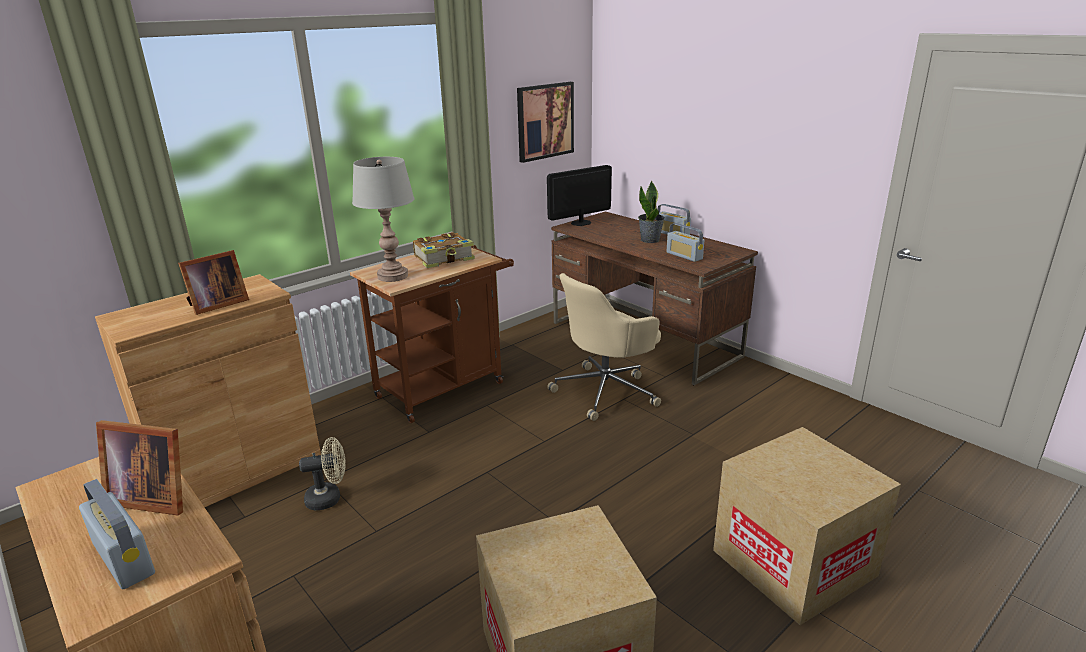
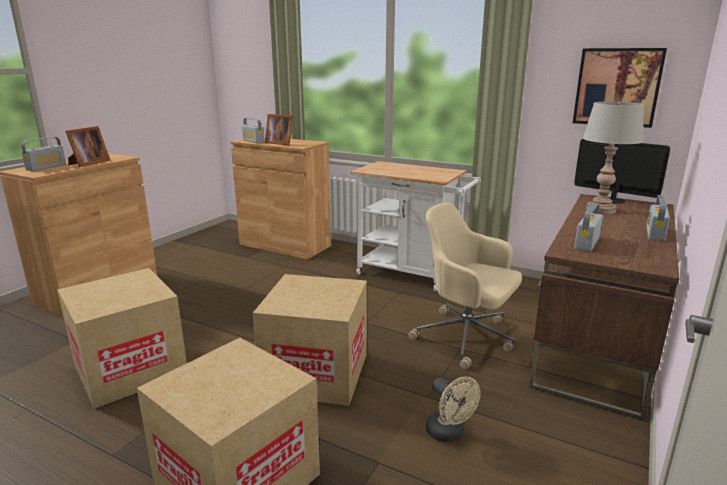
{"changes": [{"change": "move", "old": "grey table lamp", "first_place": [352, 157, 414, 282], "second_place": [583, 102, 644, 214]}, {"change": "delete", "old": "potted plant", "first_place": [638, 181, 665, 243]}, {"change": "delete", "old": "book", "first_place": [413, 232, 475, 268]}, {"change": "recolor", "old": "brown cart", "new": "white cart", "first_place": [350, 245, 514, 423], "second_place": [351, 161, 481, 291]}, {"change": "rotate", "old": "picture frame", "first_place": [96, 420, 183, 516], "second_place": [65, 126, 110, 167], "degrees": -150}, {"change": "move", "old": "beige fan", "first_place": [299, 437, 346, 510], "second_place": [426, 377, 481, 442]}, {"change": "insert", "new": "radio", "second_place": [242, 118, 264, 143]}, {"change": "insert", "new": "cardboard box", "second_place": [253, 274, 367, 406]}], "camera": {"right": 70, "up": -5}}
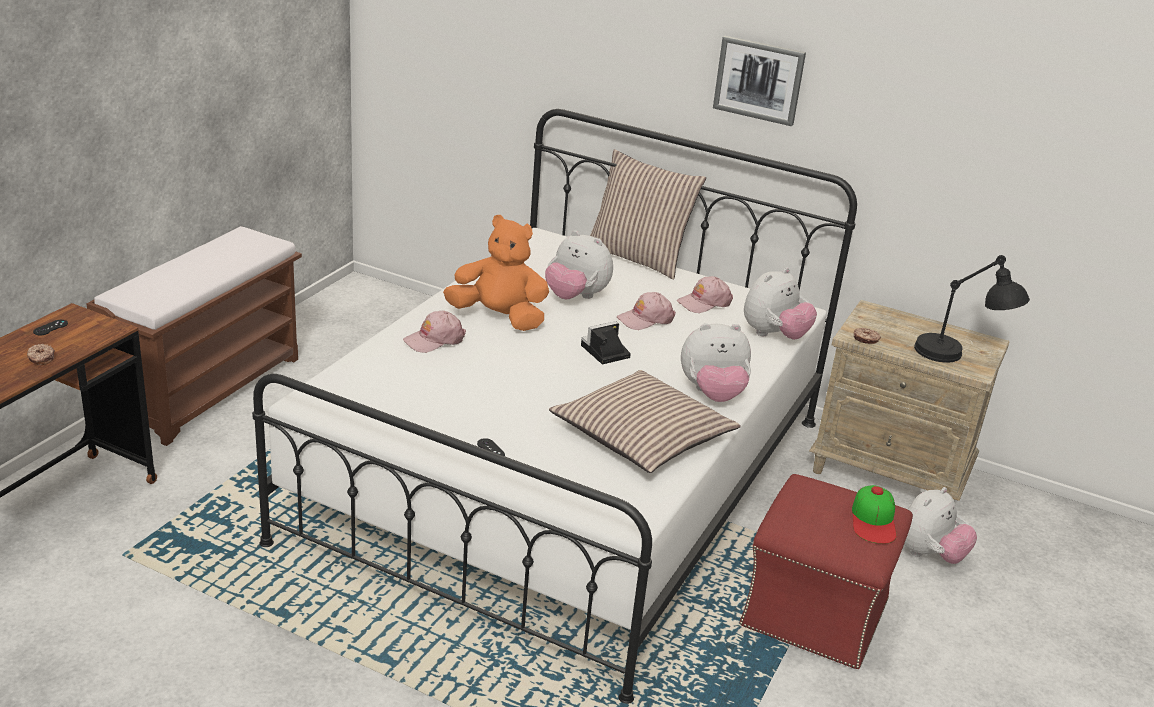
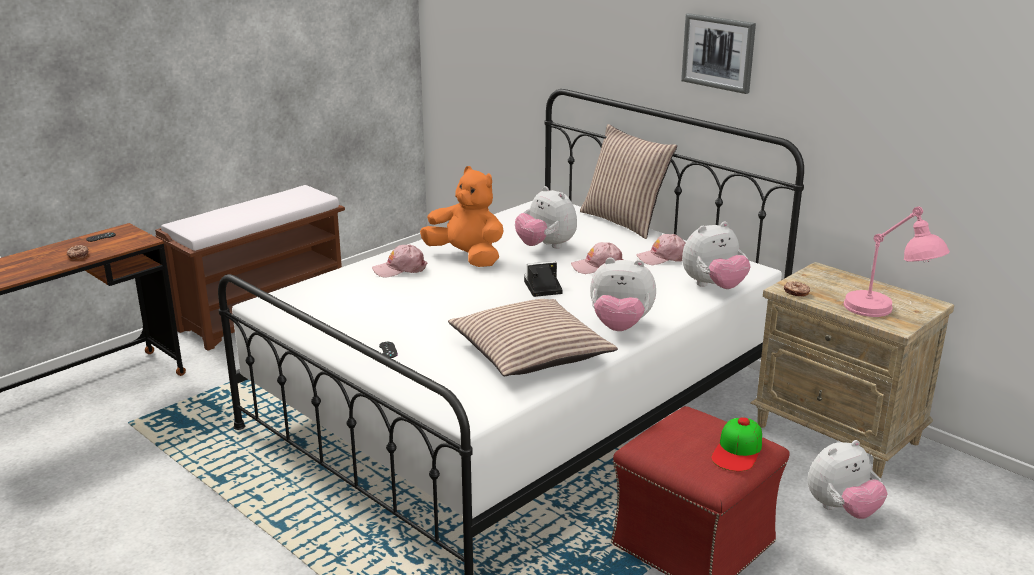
{"changes": [{"change": "recolor", "old": "black table lamp", "new": "pink table lamp", "first_place": [914, 255, 1030, 362], "second_place": [844, 206, 950, 317]}], "camera": {"right": 20, "up": -5}}
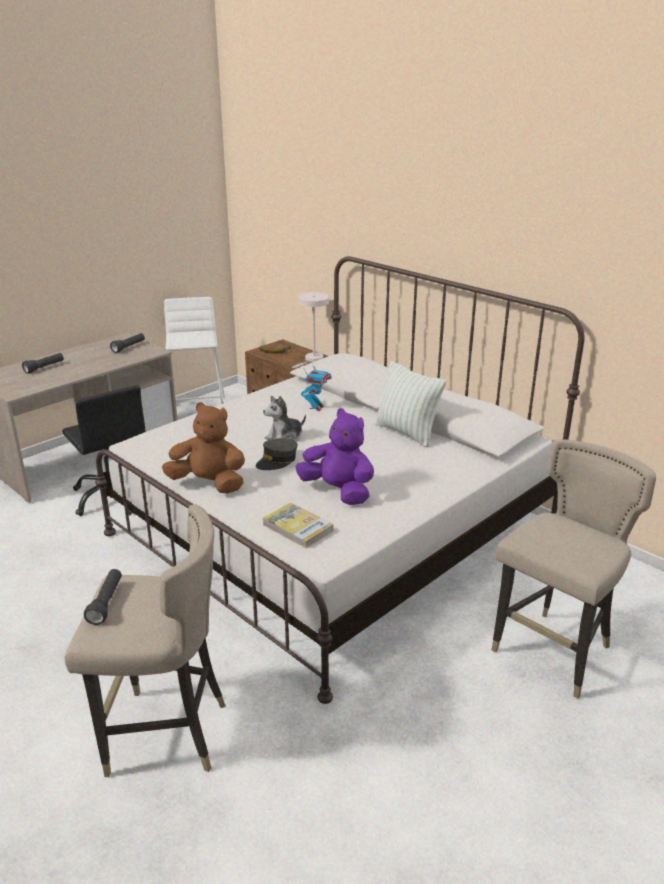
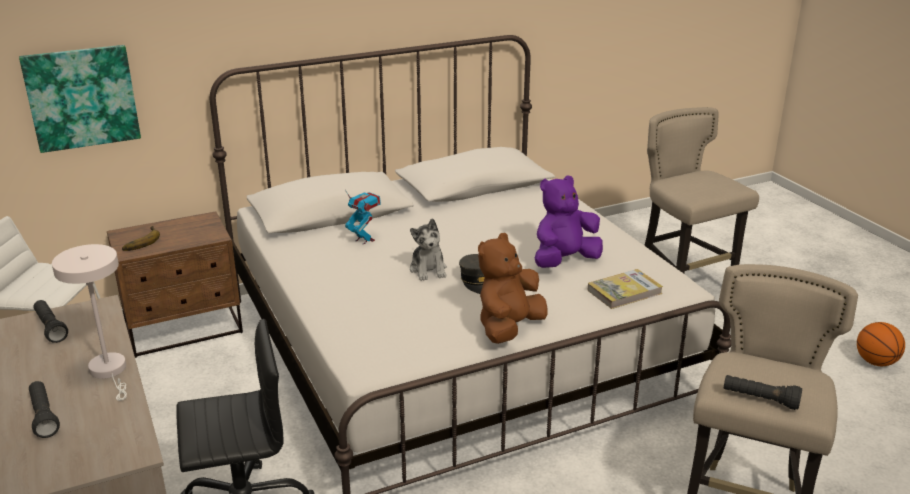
{"changes": [{"change": "move", "old": "white table lamp", "first_place": [292, 292, 329, 368], "second_place": [52, 244, 127, 401]}, {"change": "delete", "old": "pillow", "first_place": [374, 361, 446, 447]}, {"change": "insert", "new": "picture", "second_place": [19, 45, 141, 153]}, {"change": "insert", "new": "basketball", "second_place": [857, 322, 905, 366]}], "camera": {"right": -70, "up": 0}}
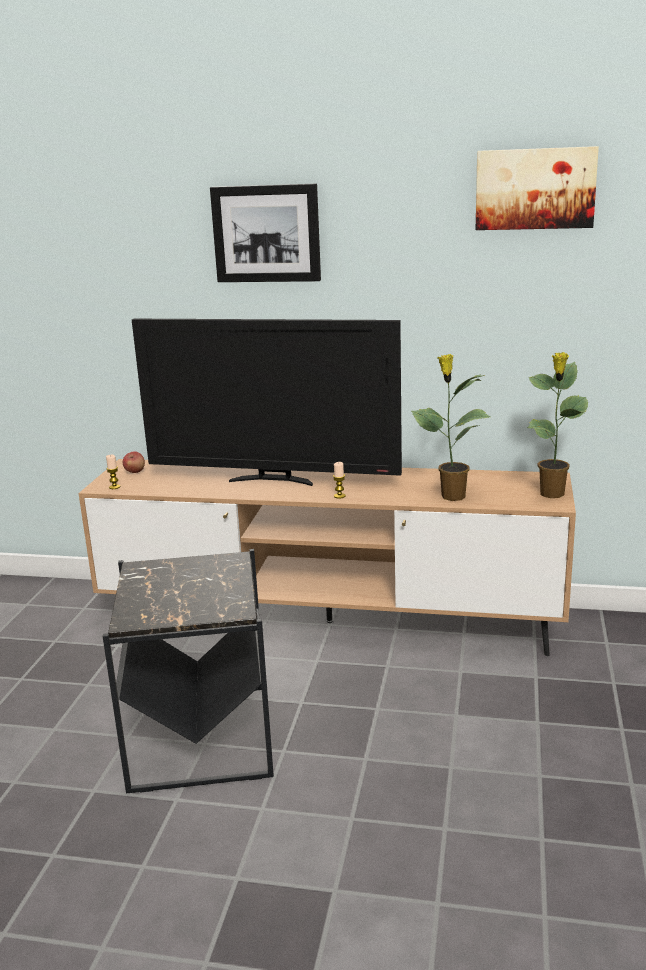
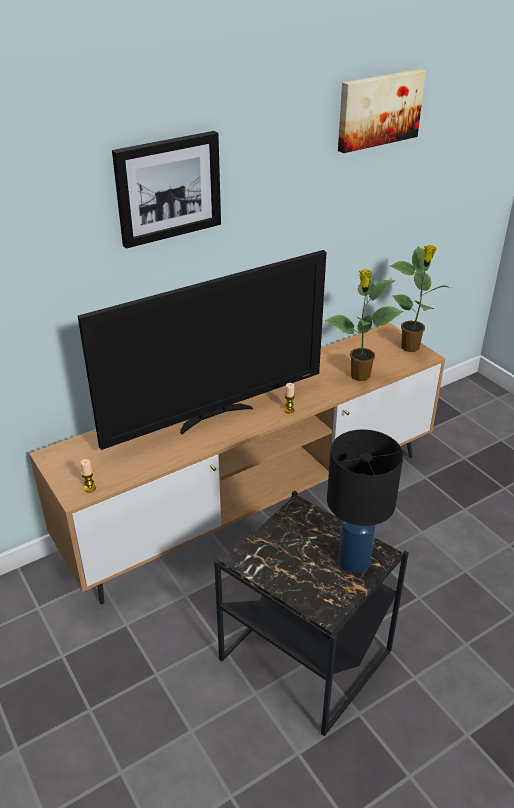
{"changes": [{"change": "delete", "old": "apple", "first_place": [123, 451, 145, 473]}, {"change": "insert", "new": "black table lamp", "second_place": [327, 429, 403, 573]}], "camera": {"right": -45, "up": 15}}
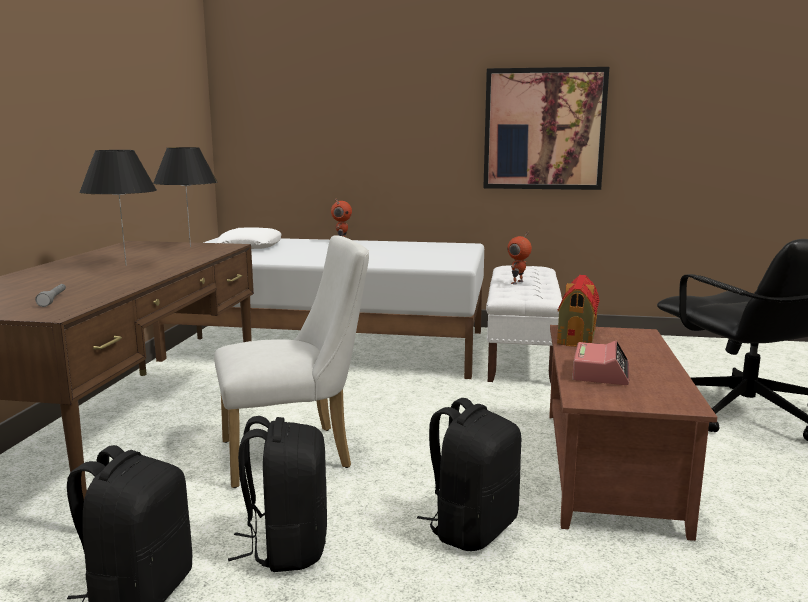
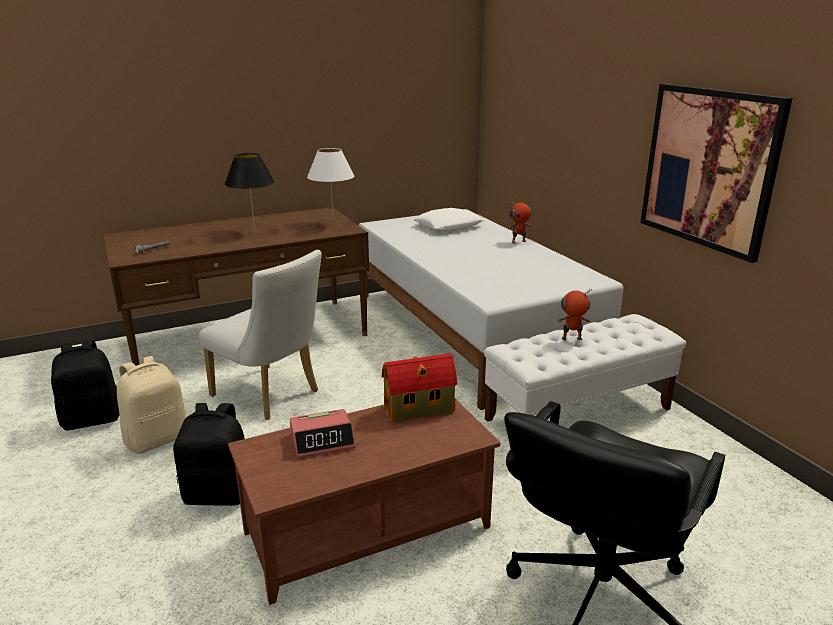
{"changes": [{"change": "recolor", "old": "black table lamp", "new": "white table lamp", "first_place": [153, 147, 217, 247], "second_place": [307, 148, 354, 224]}, {"change": "recolor", "old": "black backpack", "new": "beige backpack", "first_place": [228, 416, 327, 572], "second_place": [117, 356, 186, 454]}], "camera": {"right": 55, "up": 10}}
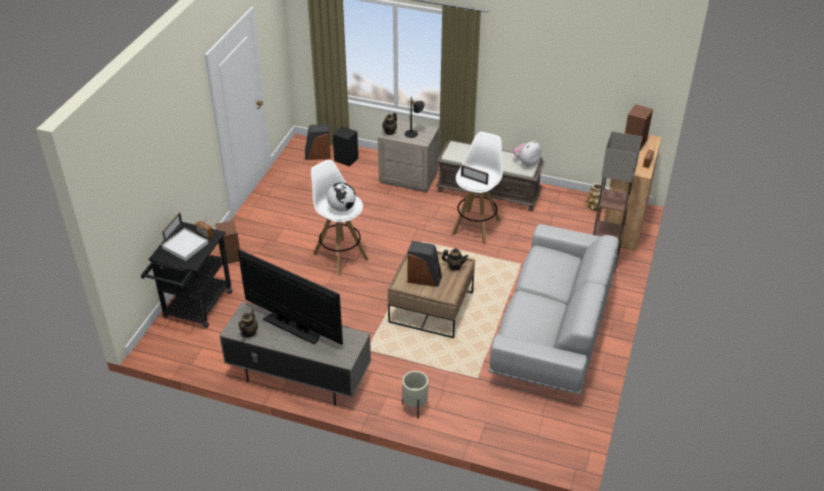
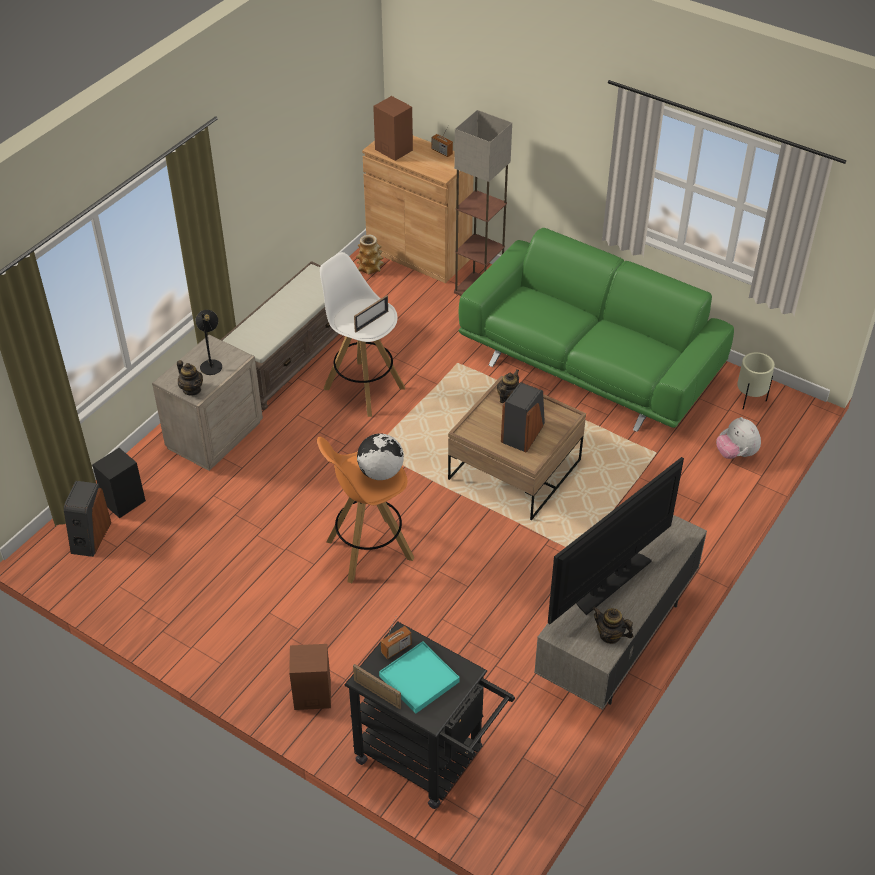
{"changes": [{"change": "move", "old": "plush toy", "first_place": [513, 140, 541, 167], "second_place": [716, 417, 761, 459]}, {"change": "recolor", "old": "white stool", "new": "orange stool", "first_place": [311, 160, 369, 276], "second_place": [317, 437, 415, 583]}, {"change": "recolor", "old": "grey sofa", "new": "green sofa", "first_place": [488, 224, 619, 395], "second_place": [459, 228, 734, 432]}, {"change": "recolor", "old": "white tray", "new": "turquoise tray", "first_place": [161, 228, 209, 261], "second_place": [379, 641, 460, 714]}, {"change": "move", "old": "beige planter", "first_place": [402, 371, 428, 419], "second_place": [737, 352, 775, 410]}], "camera": {"right": -75, "up": 5}}
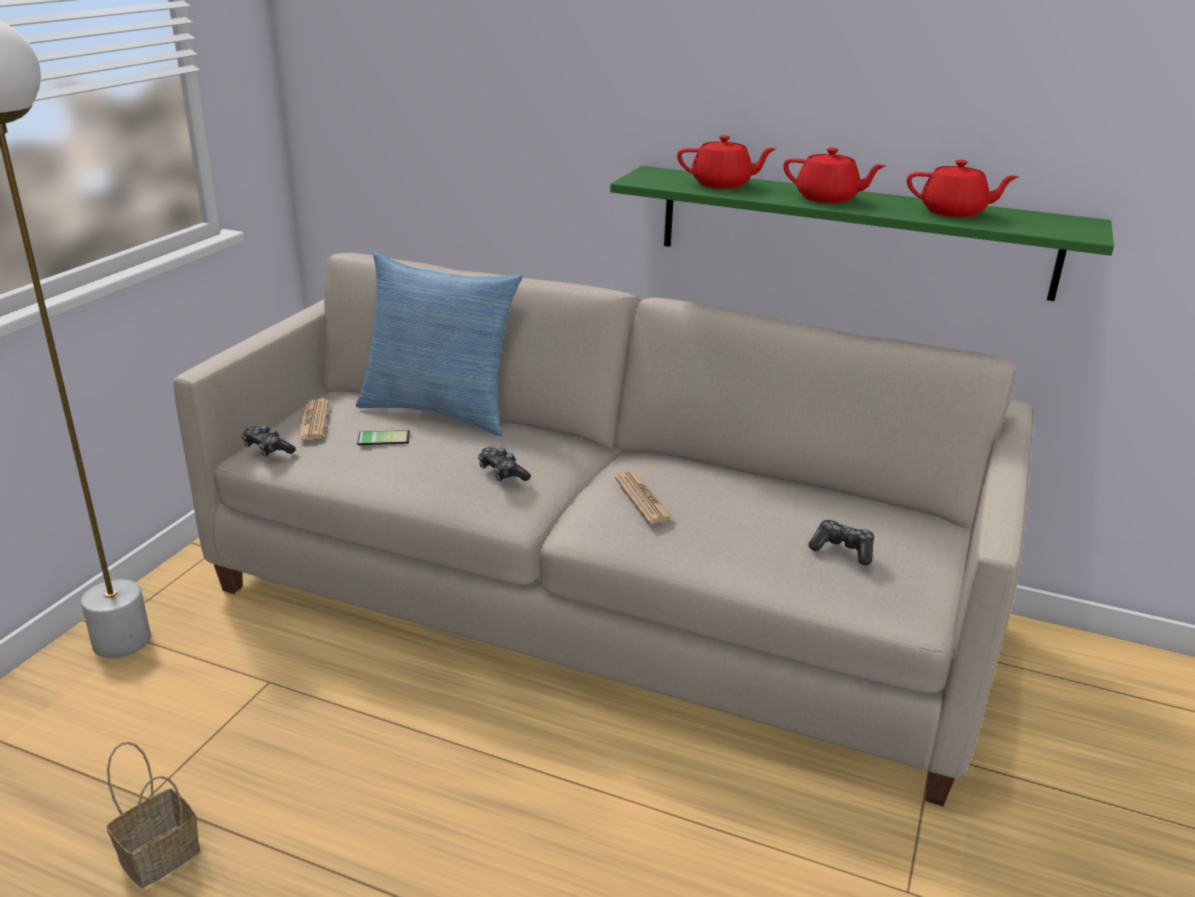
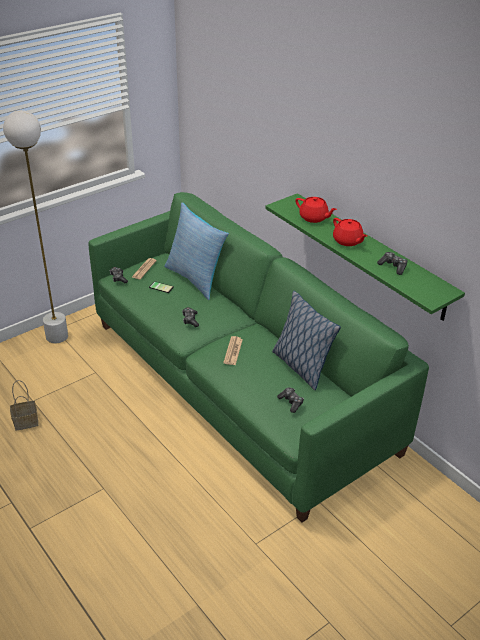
{"changes": [{"change": "replace", "old": "red teapot", "new": "game controller", "first_place": [907, 160, 1020, 217], "second_place": [377, 252, 408, 275]}, {"change": "recolor", "old": "beige sofa", "new": "green sofa", "first_place": [173, 253, 1034, 806], "second_place": [88, 192, 429, 523]}, {"change": "insert", "new": "pillow", "second_place": [272, 291, 341, 390]}], "camera": {"right": 30, "up": 10}}
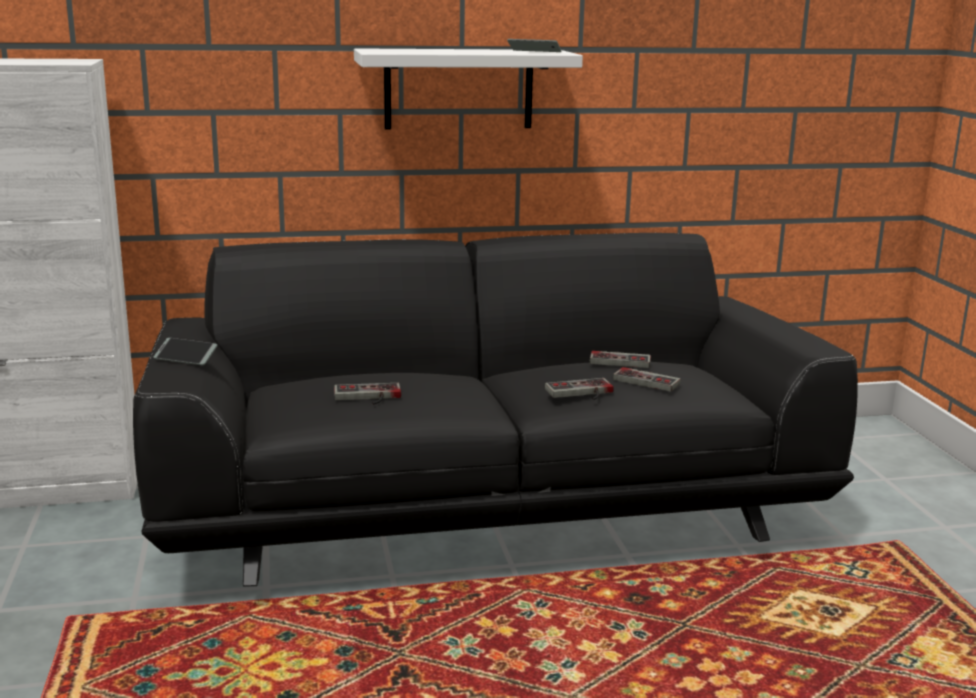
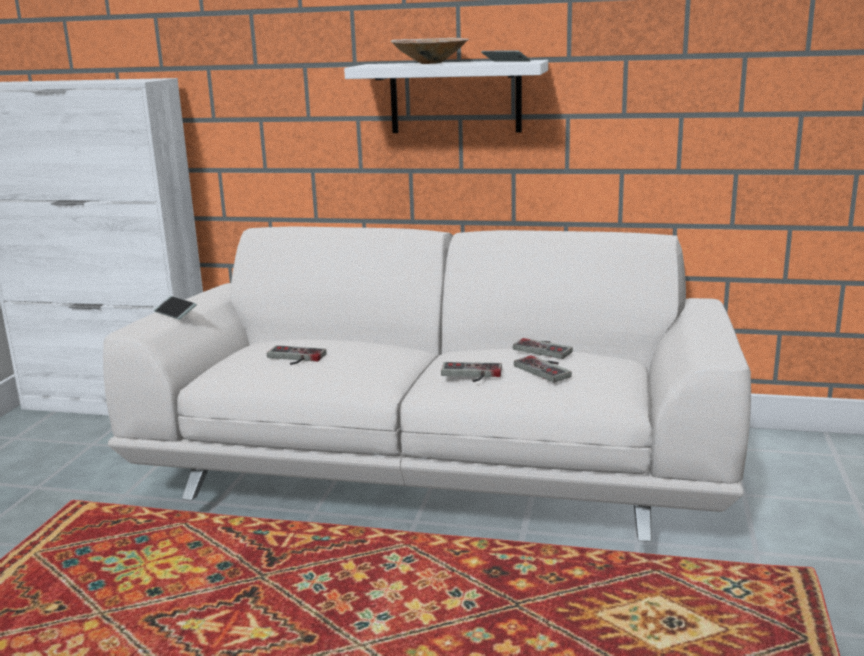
{"changes": [{"change": "recolor", "old": "black sofa", "new": "white sofa", "first_place": [133, 233, 858, 587], "second_place": [103, 227, 751, 542]}, {"change": "insert", "new": "beige bowl", "second_place": [391, 38, 469, 64]}], "camera": {"right": 25, "up": 0}}
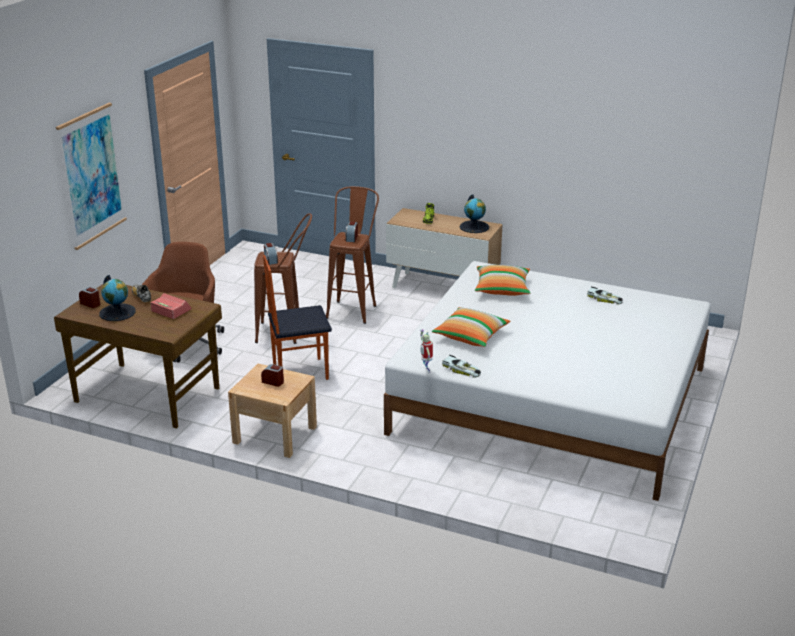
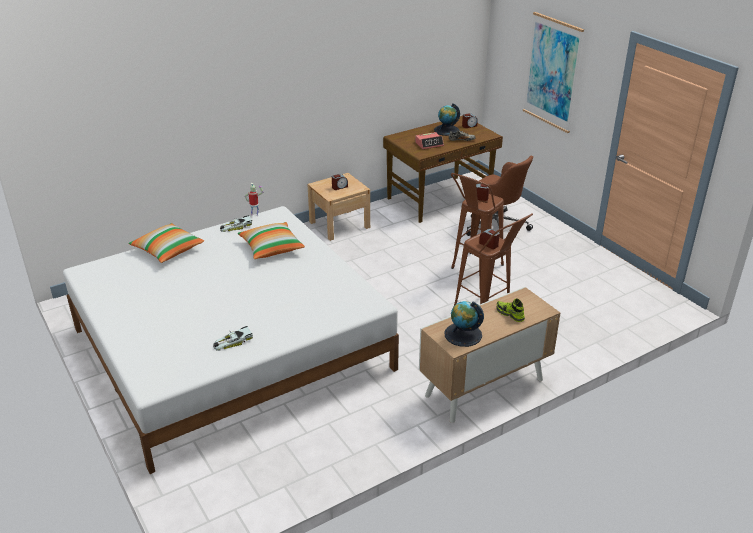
{"changes": [{"change": "delete", "old": "chair", "first_place": [263, 255, 332, 380]}, {"change": "move", "old": "pillow", "first_place": [475, 265, 530, 296], "second_place": [128, 223, 204, 263]}], "camera": {"right": 125, "up": 5}}
